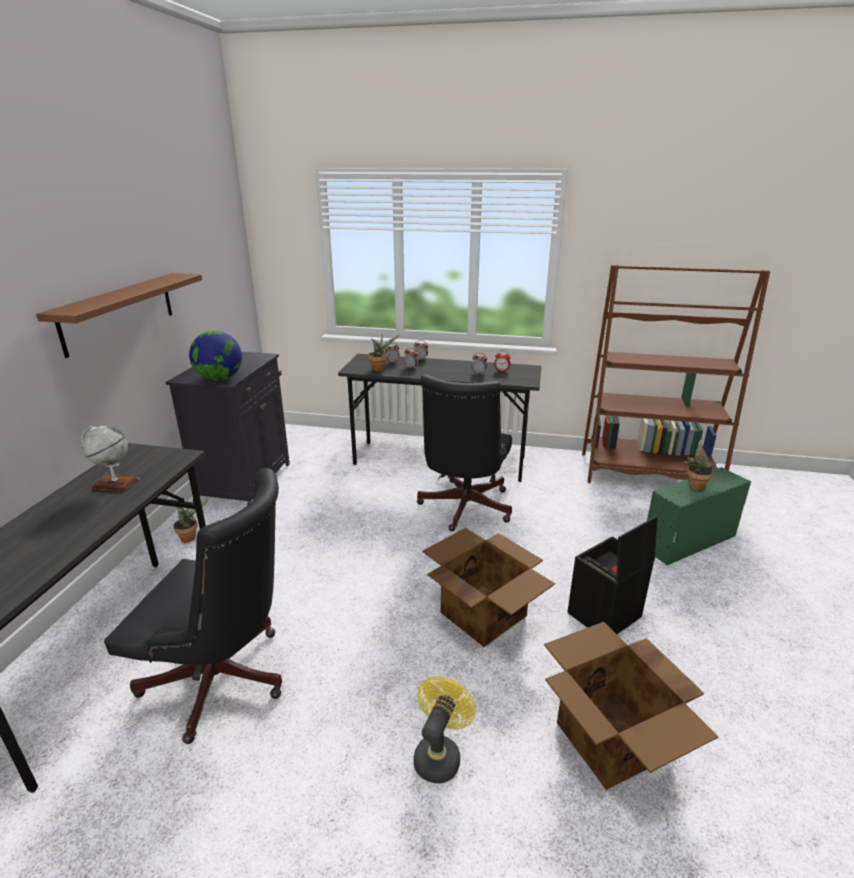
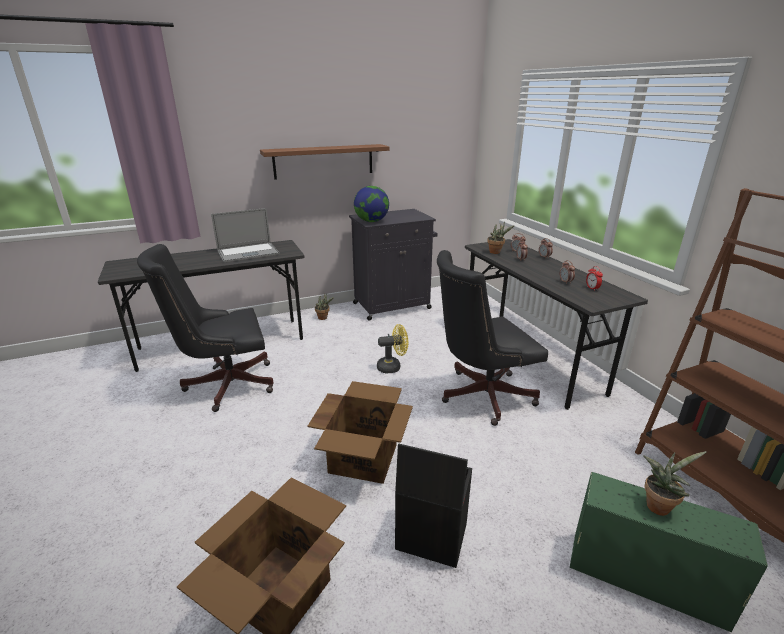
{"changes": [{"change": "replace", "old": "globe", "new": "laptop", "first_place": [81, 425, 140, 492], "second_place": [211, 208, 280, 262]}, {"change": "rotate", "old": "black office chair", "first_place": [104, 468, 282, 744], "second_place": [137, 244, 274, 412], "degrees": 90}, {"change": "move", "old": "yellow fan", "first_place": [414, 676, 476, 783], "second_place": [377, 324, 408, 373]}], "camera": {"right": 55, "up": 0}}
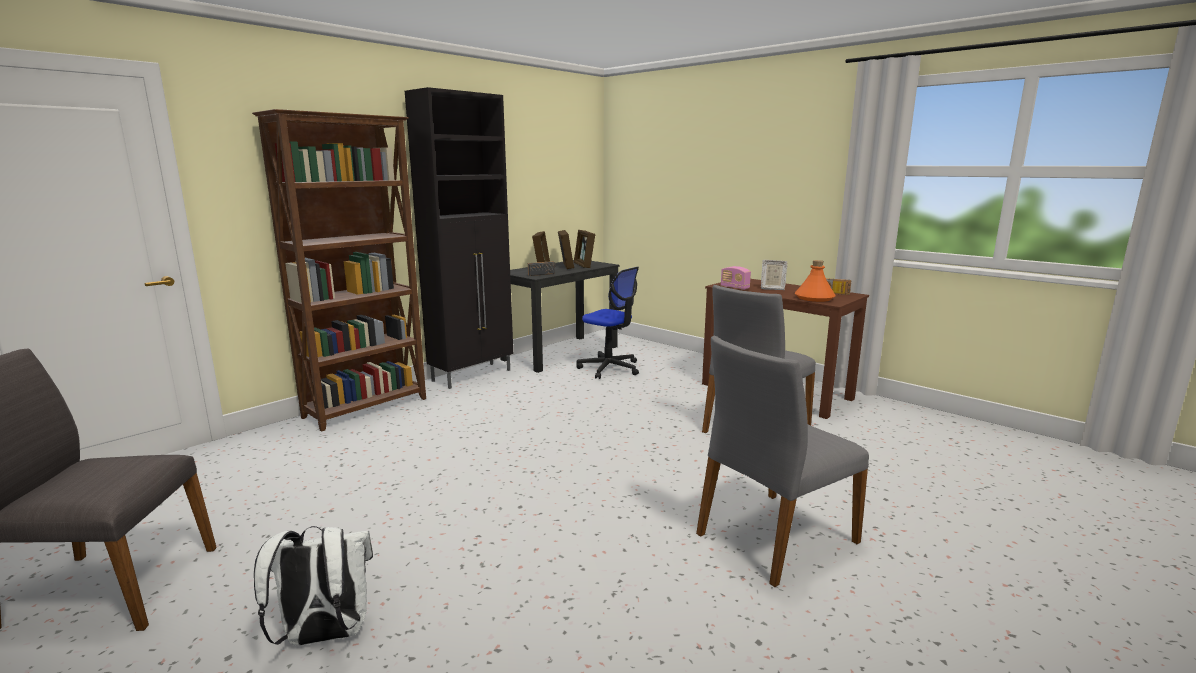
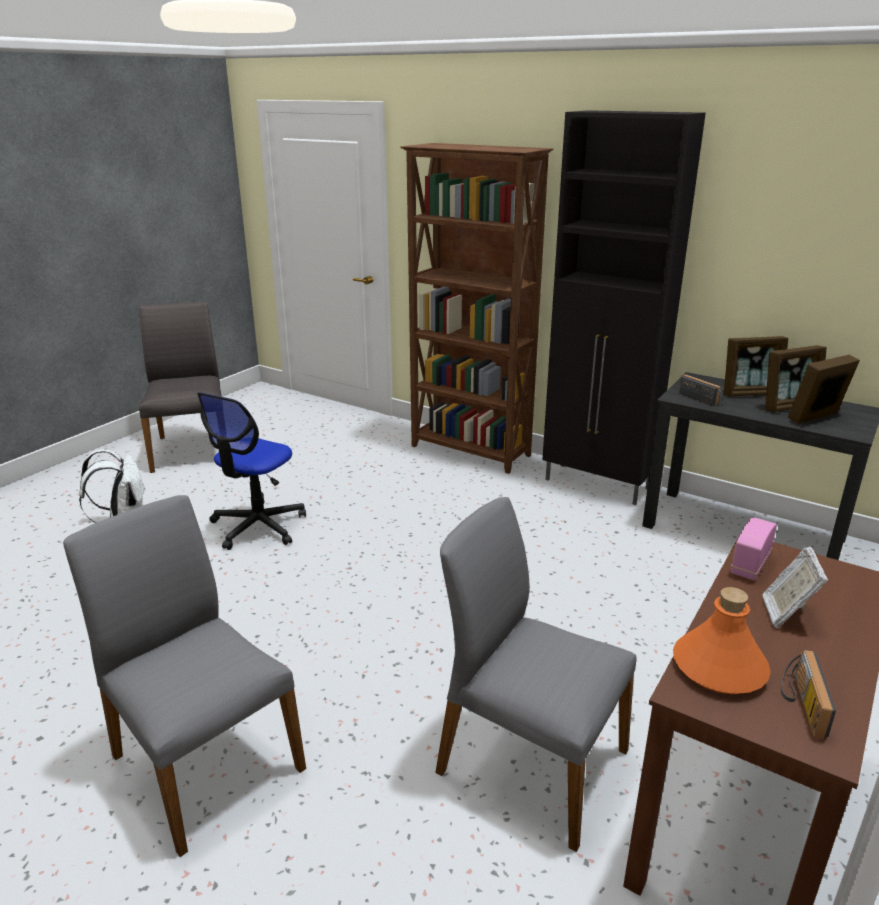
{"changes": [{"change": "move", "old": "office chair", "first_place": [576, 267, 639, 379], "second_place": [197, 392, 306, 550]}], "camera": {"right": 80, "up": 10}}
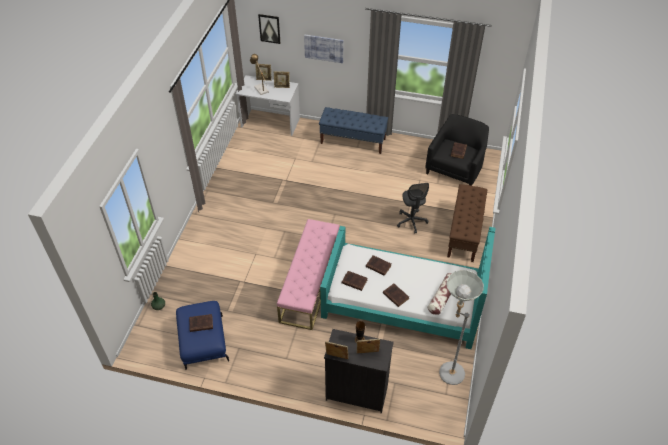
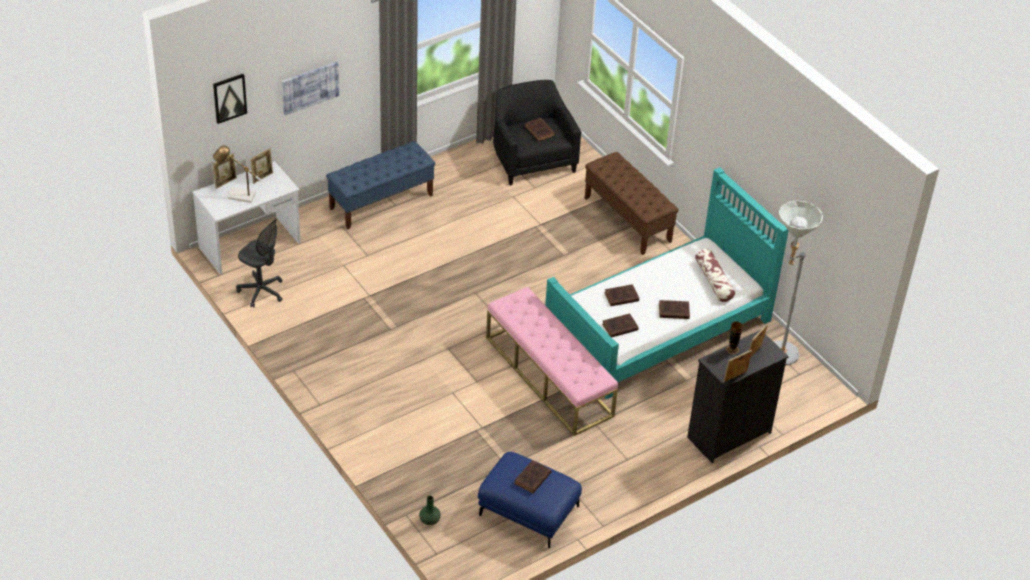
{"changes": [{"change": "move", "old": "grey office chair", "first_place": [397, 183, 429, 233], "second_place": [236, 218, 283, 308]}], "camera": {"right": -50, "up": -5}}
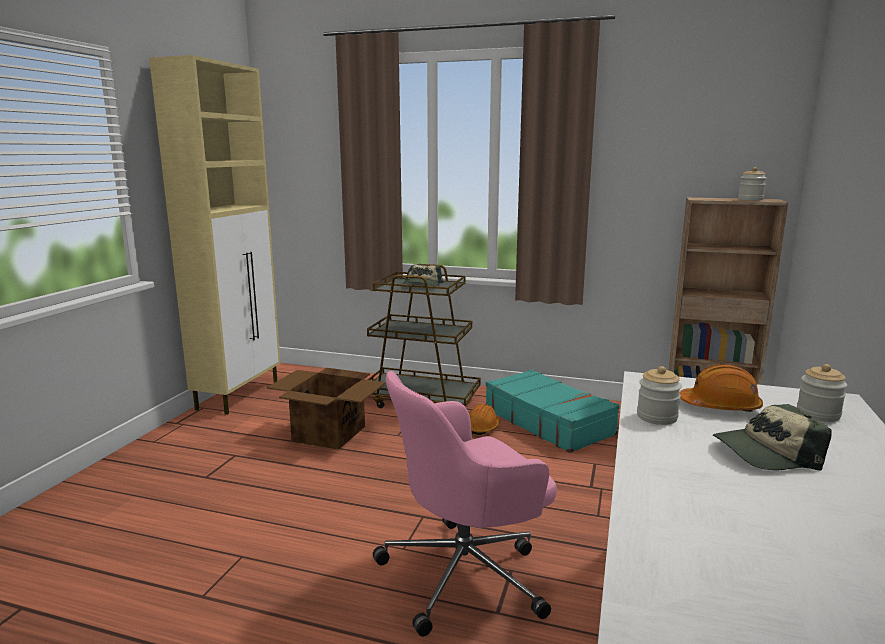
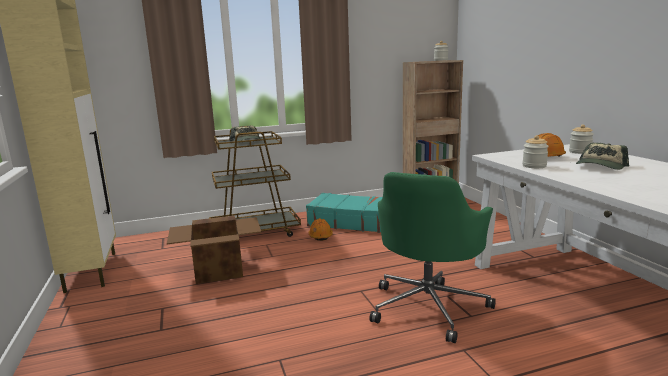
{"changes": [{"change": "recolor", "old": "pink office chair", "new": "green office chair", "first_place": [373, 371, 557, 636], "second_place": [369, 172, 496, 343]}], "camera": {"right": -35, "up": 0}}
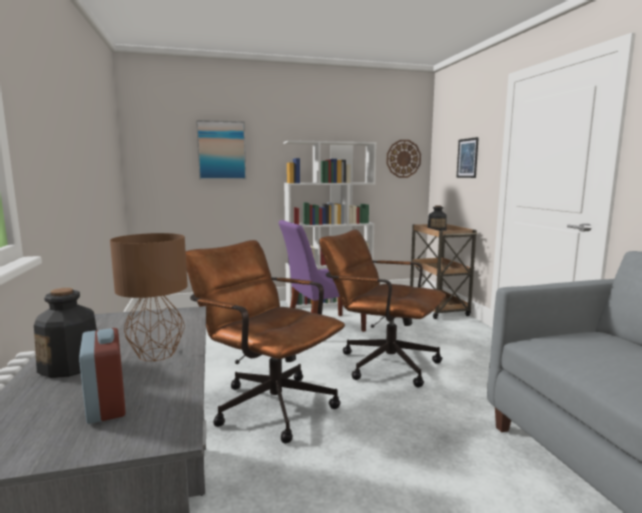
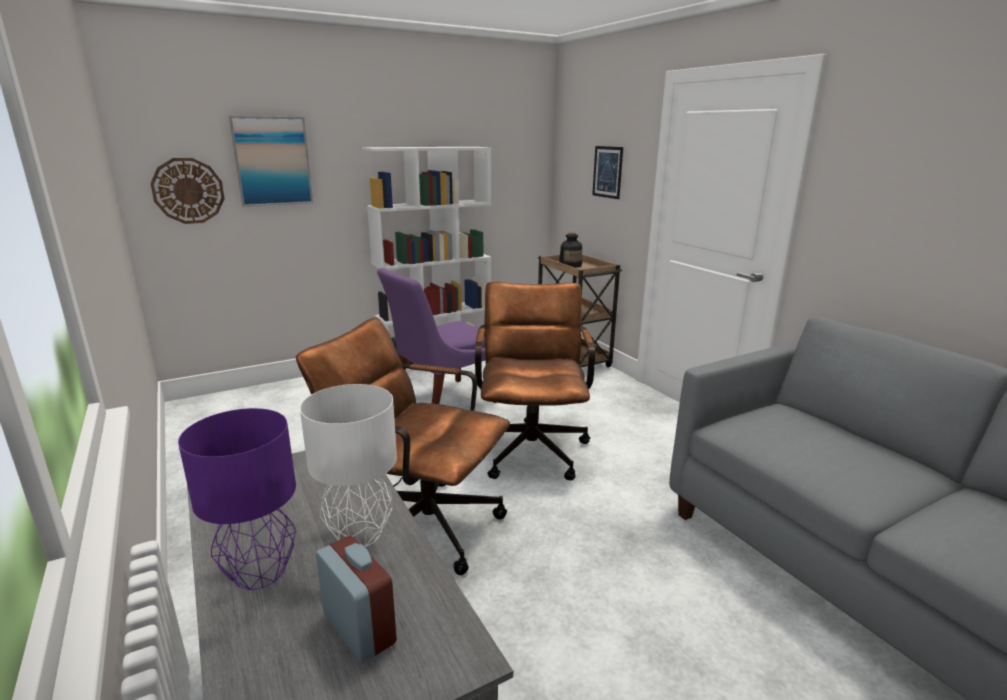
{"changes": [{"change": "move", "old": "wall clock", "first_place": [386, 140, 421, 178], "second_place": [150, 158, 225, 224]}, {"change": "rotate", "old": "brown office chair", "first_place": [319, 229, 446, 387], "second_place": [475, 282, 595, 481], "degrees": 75}, {"change": "recolor", "old": "brown table lamp", "new": "white table lamp", "first_place": [110, 233, 188, 361], "second_place": [300, 384, 397, 547]}, {"change": "replace", "old": "bottle", "new": "purple table lamp", "first_place": [34, 288, 97, 378], "second_place": [178, 408, 296, 590]}], "camera": {"right": -15, "up": 10}}
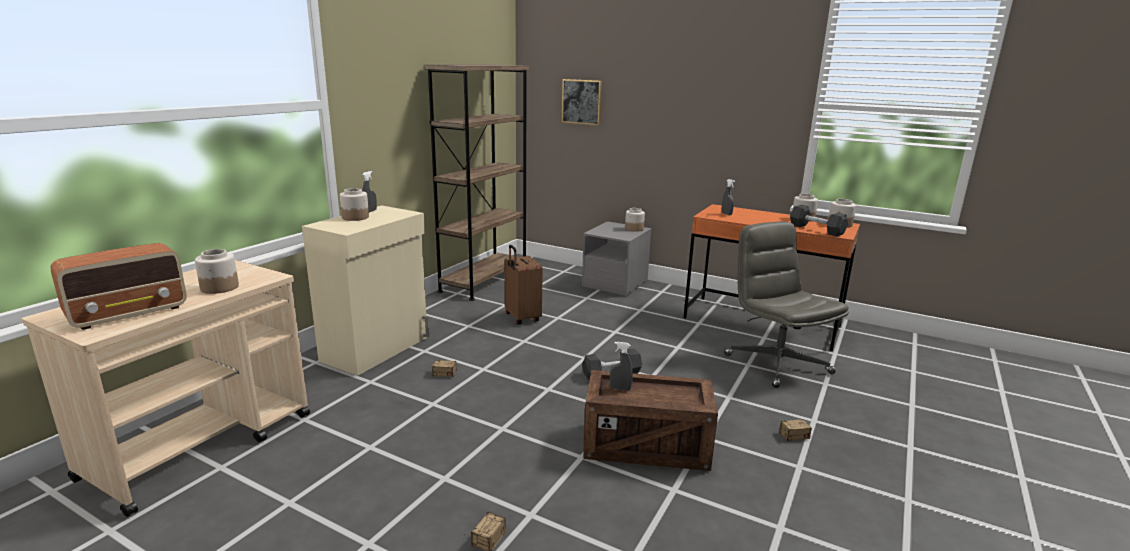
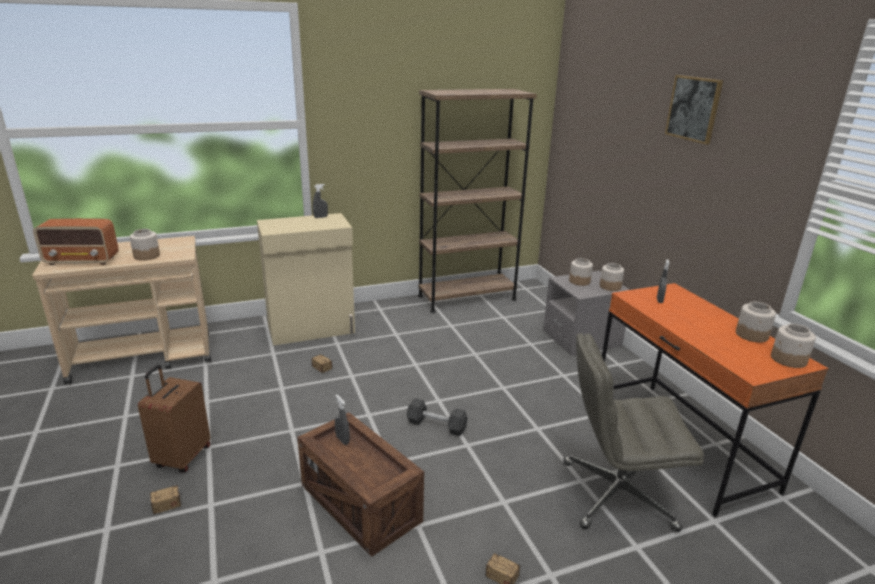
{"changes": [{"change": "move", "old": "picture", "first_place": [562, 79, 602, 126], "second_place": [665, 75, 723, 144]}, {"change": "move", "old": "jar", "first_place": [340, 188, 369, 221], "second_place": [569, 258, 593, 286]}, {"change": "delete", "old": "grey dumbbell", "first_place": [790, 205, 848, 236]}, {"change": "rotate", "old": "grey office chair", "first_place": [724, 221, 849, 388], "second_place": [563, 333, 704, 532], "degrees": -105}, {"change": "move", "old": "brown suitcase", "first_place": [504, 245, 543, 325], "second_place": [138, 365, 211, 473]}], "camera": {"right": 40, "up": 5}}
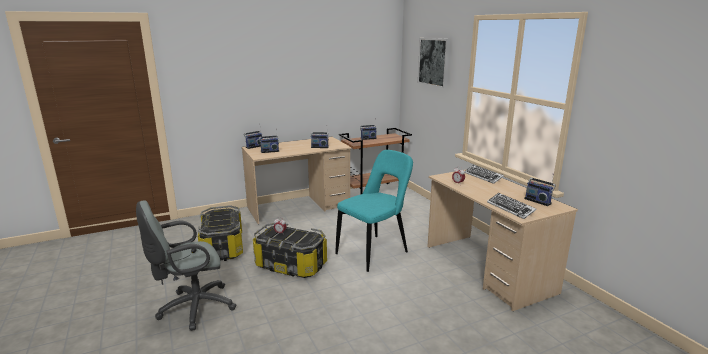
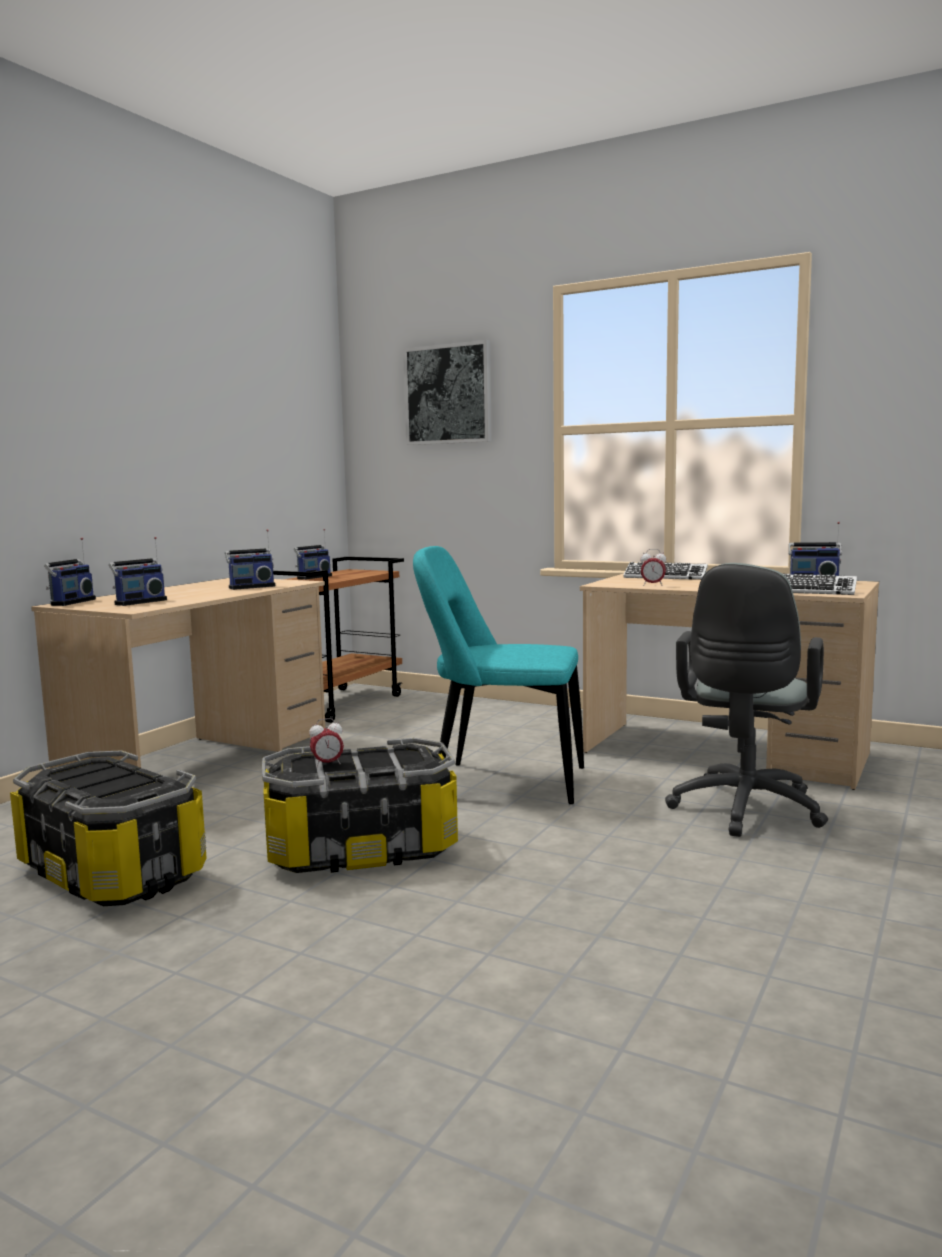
{"changes": [{"change": "rotate", "old": "turquoise chair", "first_place": [335, 150, 413, 272], "second_place": [413, 546, 584, 804], "degrees": -90}, {"change": "move", "old": "grey office chair", "first_place": [136, 200, 236, 331], "second_place": [665, 563, 828, 837]}], "camera": {"right": -35, "up": -10}}
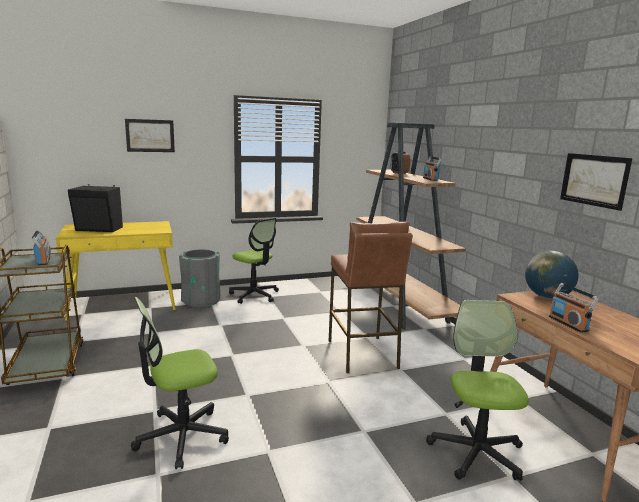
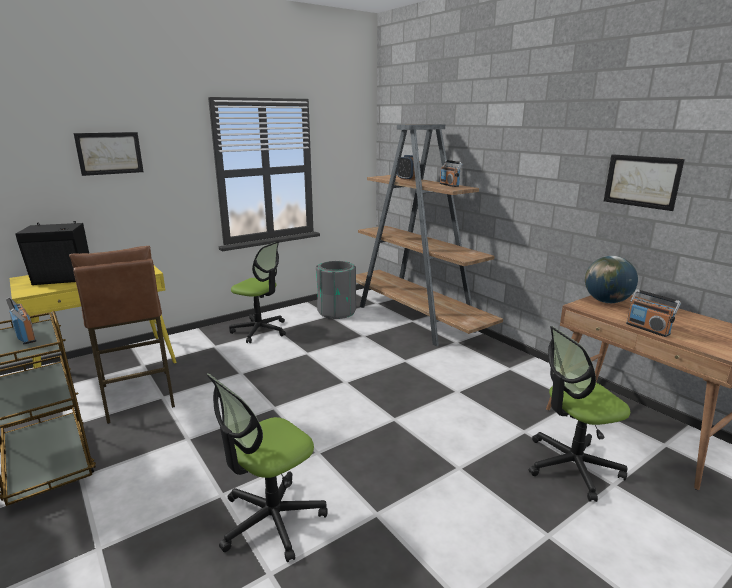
{"changes": [{"change": "move", "old": "brown stool", "first_place": [329, 222, 413, 373], "second_place": [69, 246, 175, 424]}, {"change": "move", "old": "grey trash can", "first_place": [179, 250, 221, 307], "second_place": [316, 261, 356, 319]}, {"change": "rotate", "old": "office chair", "first_place": [426, 300, 529, 481], "second_place": [529, 326, 630, 502], "degrees": -90}], "camera": {"right": -15, "up": 5}}
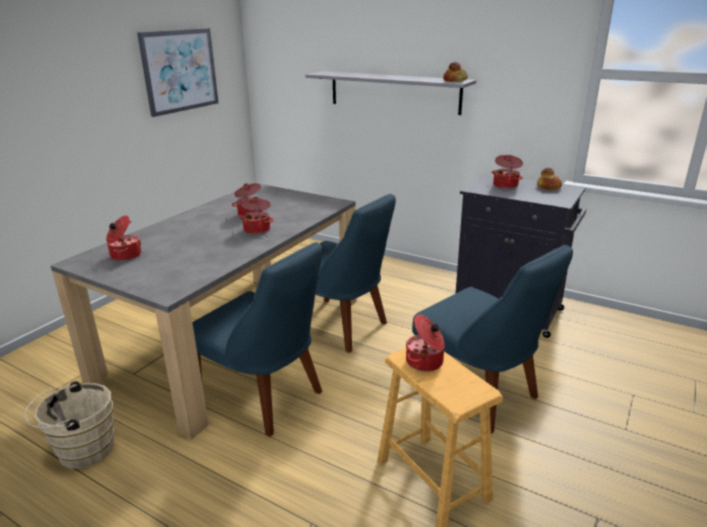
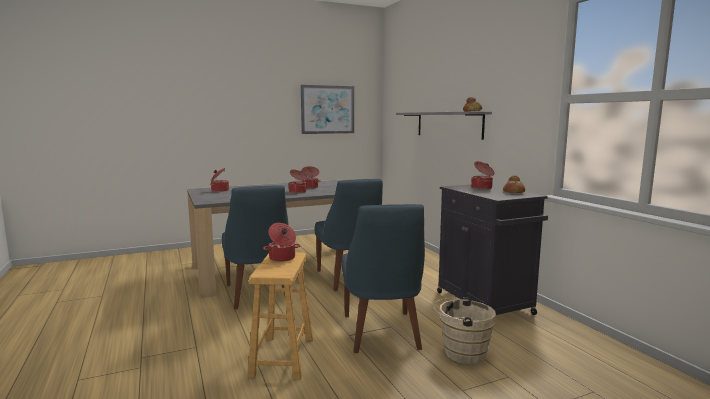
{"changes": [{"change": "move", "old": "beige bucket", "first_place": [24, 381, 114, 469], "second_place": [433, 297, 496, 364]}], "camera": {"right": 35, "up": -15}}
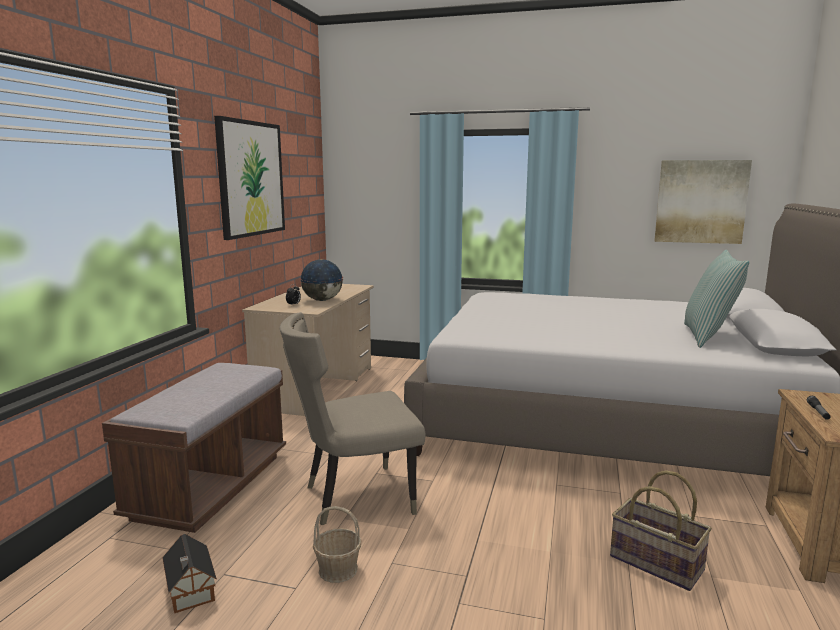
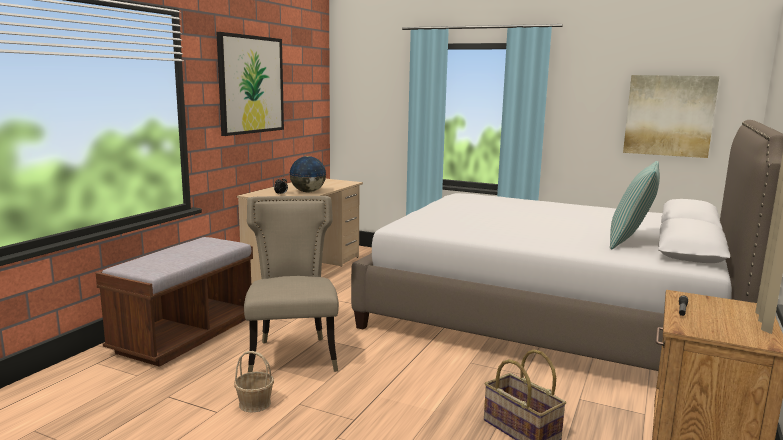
{"changes": [{"change": "rotate", "old": "beige chair", "first_place": [279, 312, 425, 525], "second_place": [244, 196, 339, 372], "degrees": 90}, {"change": "delete", "old": "toy house", "first_place": [162, 534, 217, 613]}], "camera": {"right": 10, "up": 0}}
